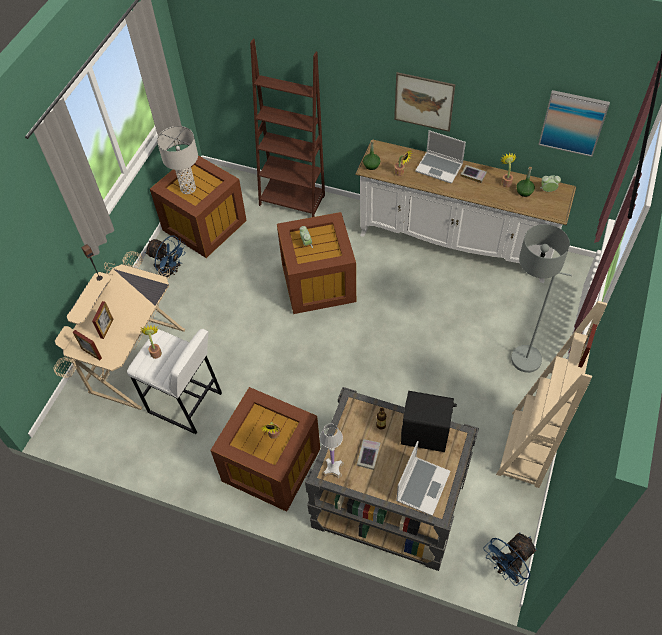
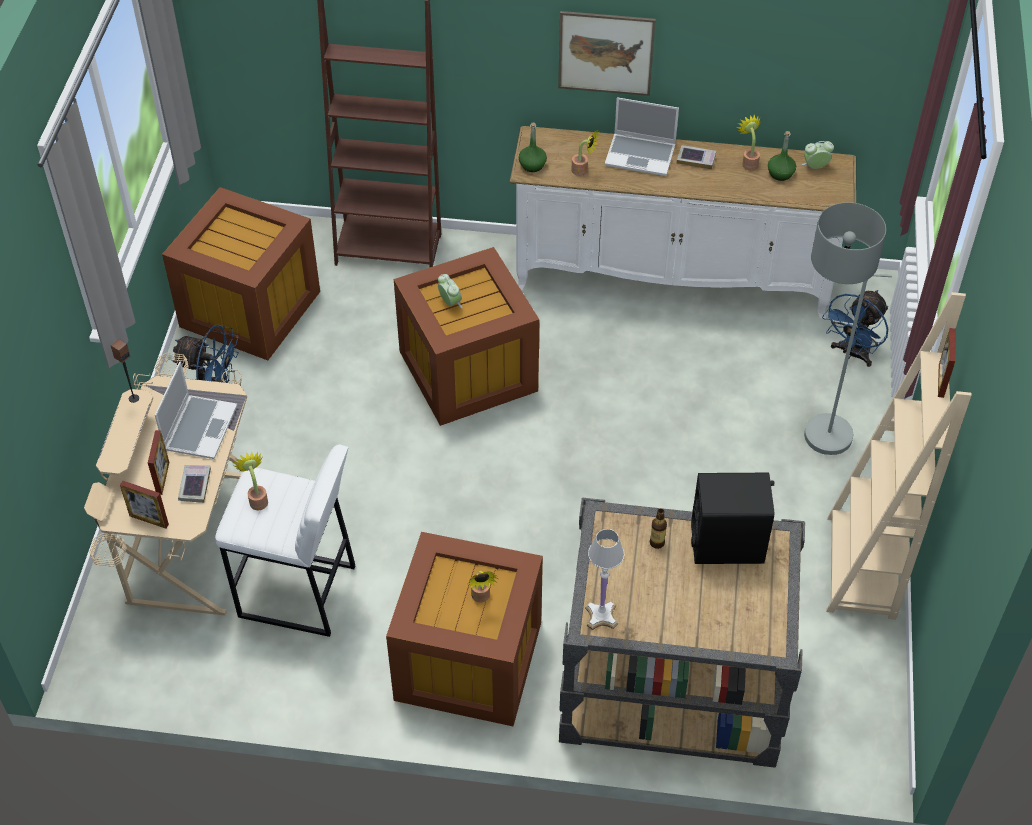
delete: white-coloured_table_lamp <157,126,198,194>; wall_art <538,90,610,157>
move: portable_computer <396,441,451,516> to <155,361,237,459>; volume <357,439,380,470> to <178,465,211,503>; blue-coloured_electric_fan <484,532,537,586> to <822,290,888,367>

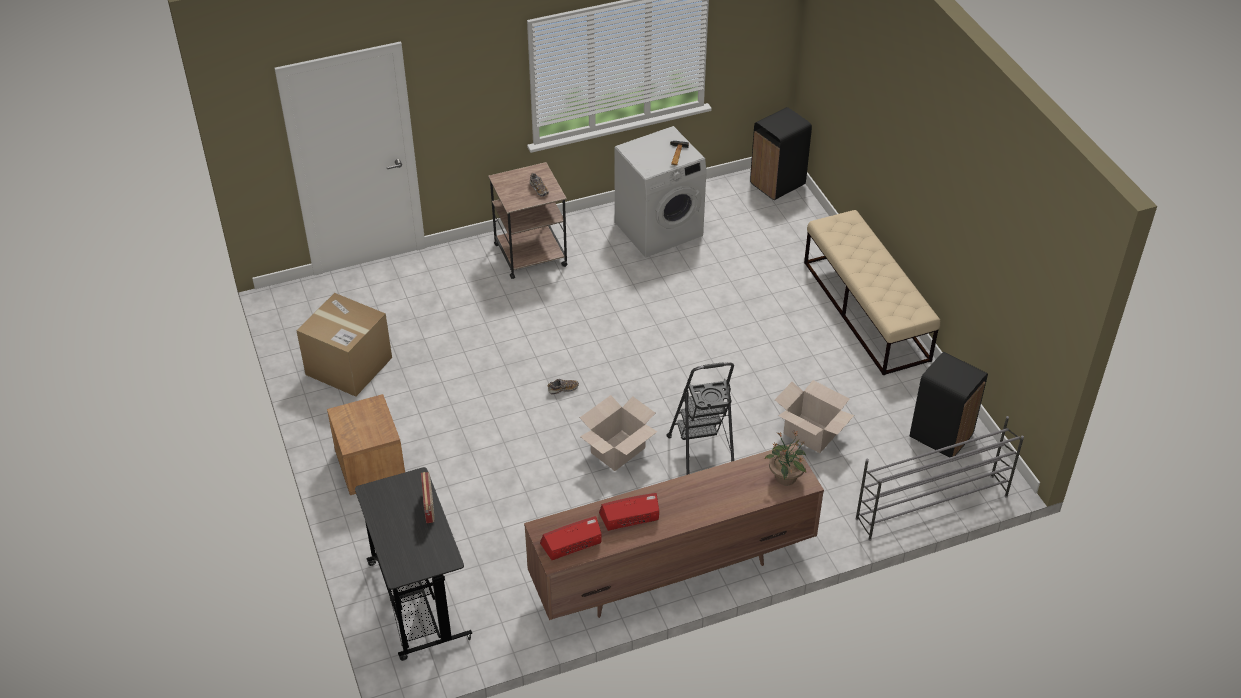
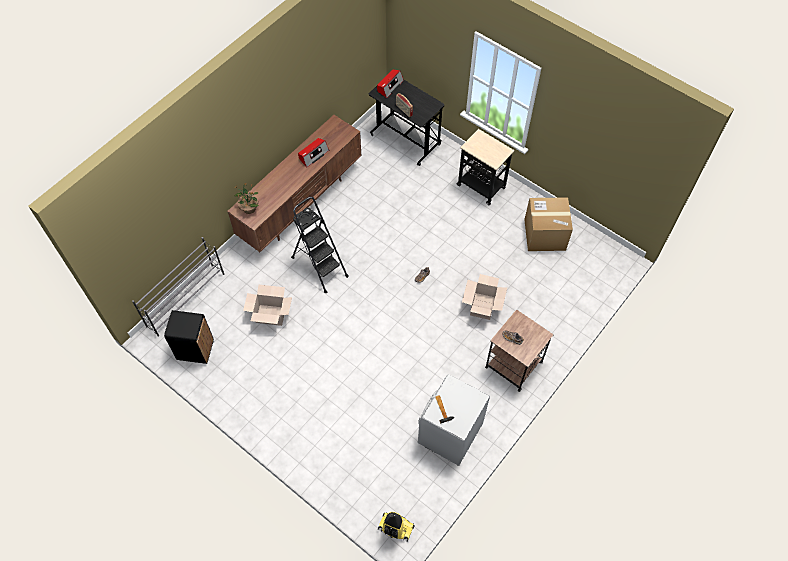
delete: beige-coloured_bench <804,210,941,375>
move: radio <540,516,602,560> to <377,69,404,98>; cardboard_box <580,395,658,471> to <462,274,507,320>
replace: black_trash_can <750,107,812,200> to vacuum_cleaner <378,512,415,542>; brown-coloured_nightstand <327,394,405,495> to cart <457,129,515,205>

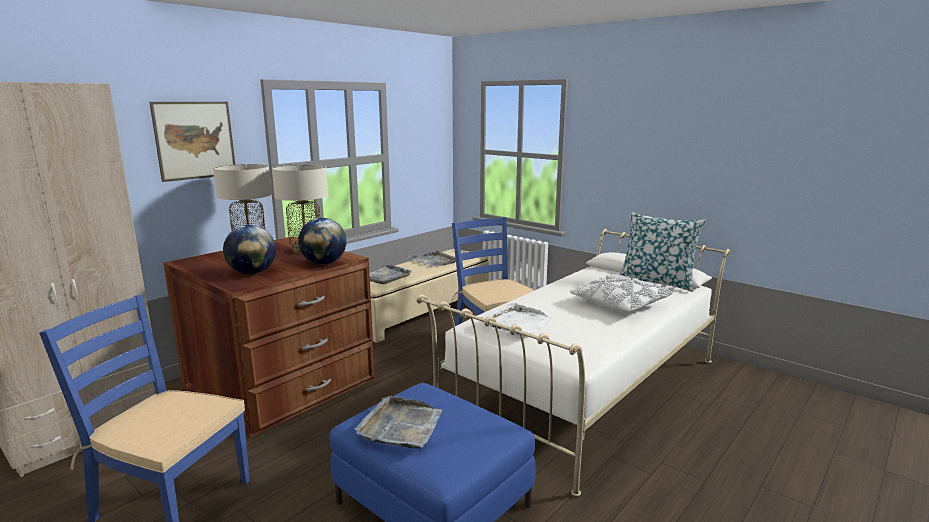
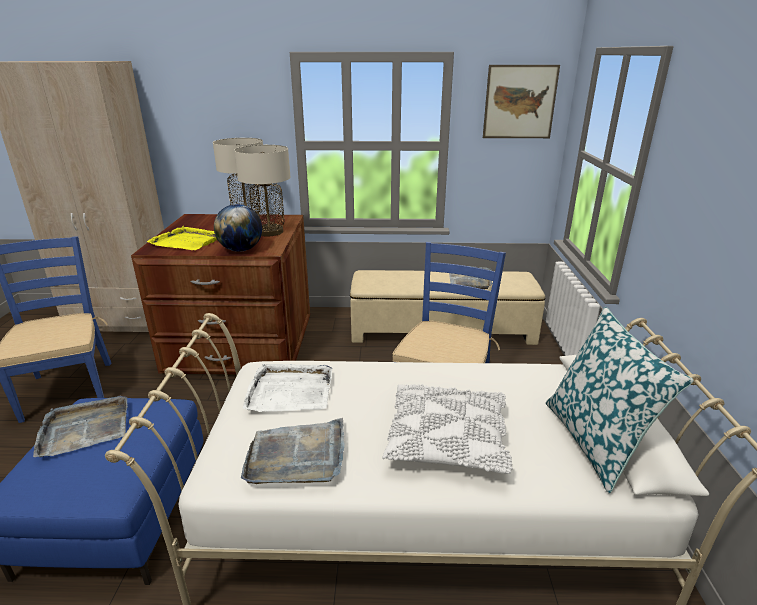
move: gray_serving_tray <369,264,412,284> to <241,418,345,484>; wall_art <149,102,235,182> to <483,65,560,138>
replace: globe <223,225,276,274> to yellow_serving_tray <147,226,217,250>

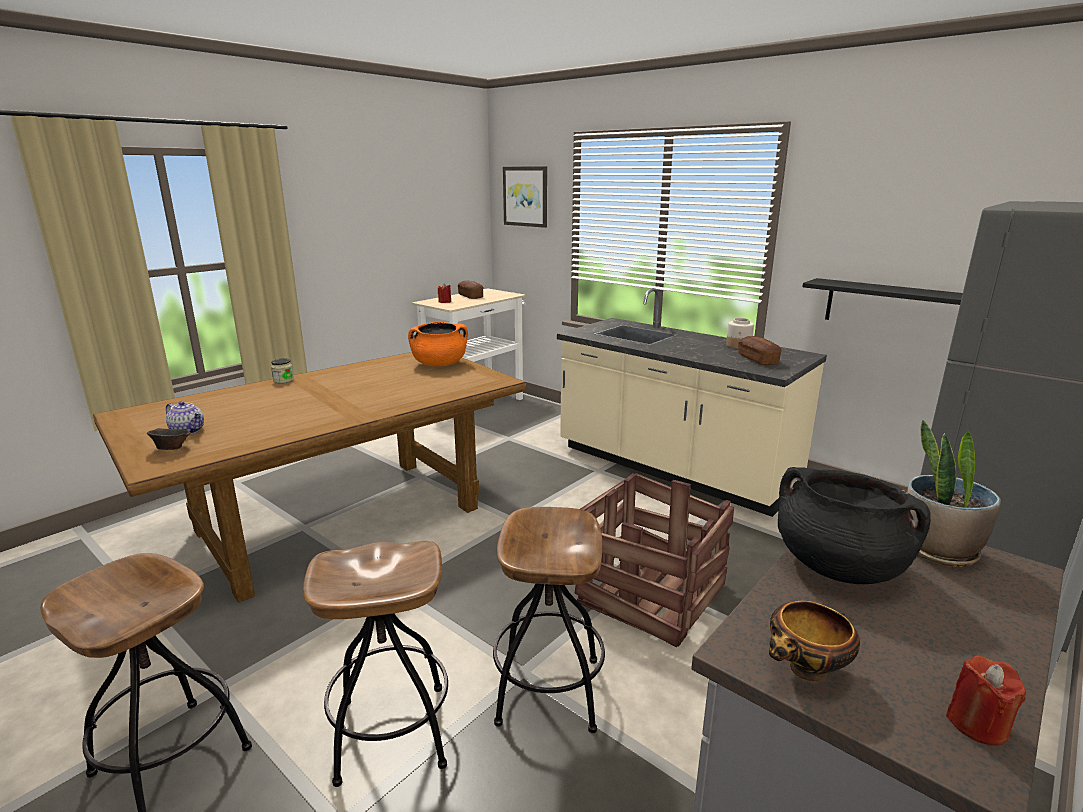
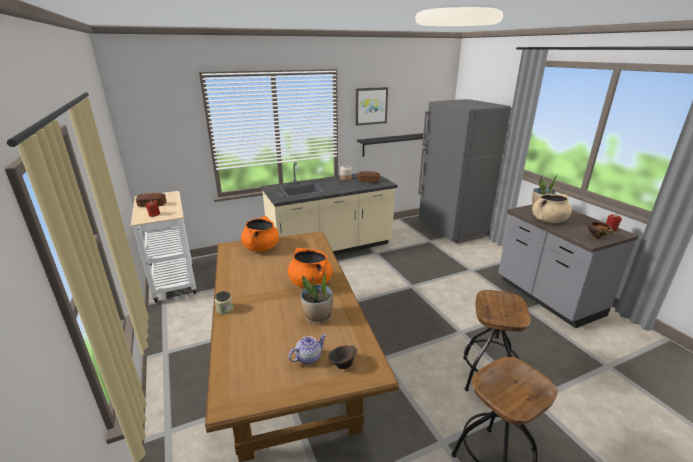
delete: brown-coloured_sitting_stool <493,507,605,733>; crate <575,473,734,648>
insert: orange_stockpot <288,248,332,288>; potted_plant <300,271,333,324>
move: wall_art <503,166,547,228> to <355,87,388,126>
recolor: black_stockpot <778,467,931,584> to beige-coloured_stockpot <532,194,572,223>

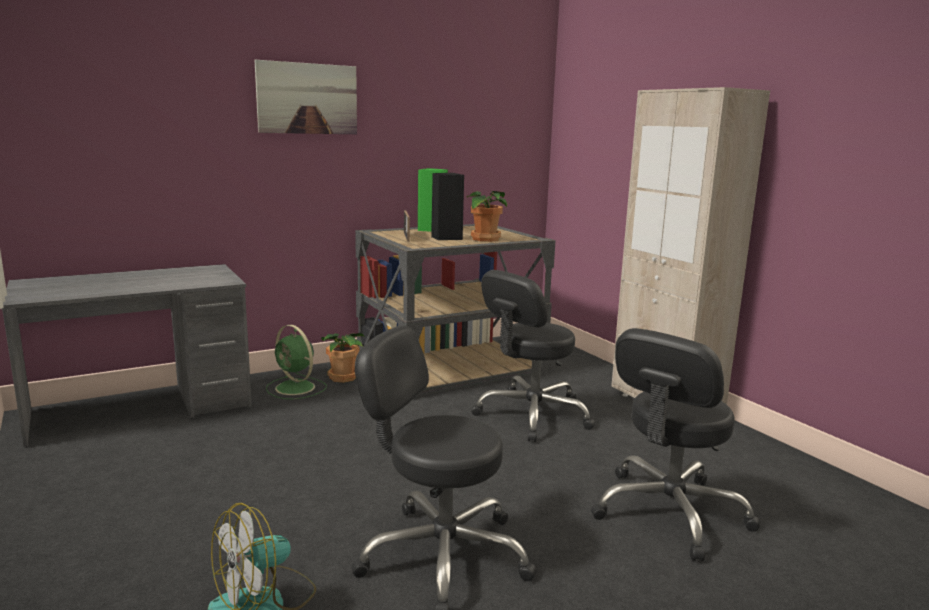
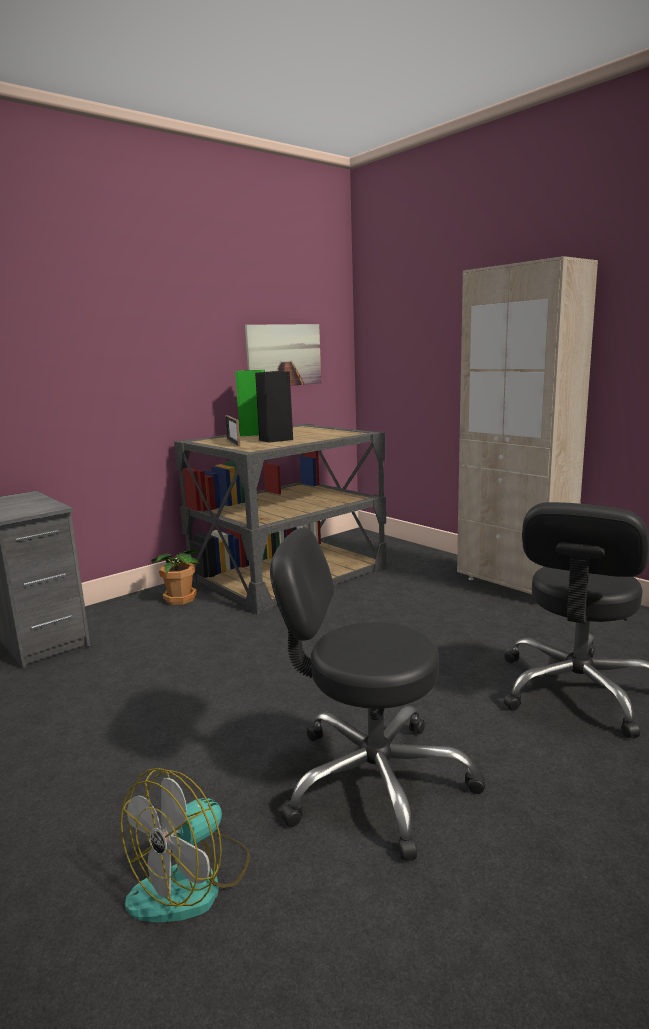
delete: green_electric_fan <266,325,327,400>; potted_plant <467,191,507,242>; black_desk_chair <471,270,595,442>
move: wall_art <255,60,357,134> to <245,324,321,386>

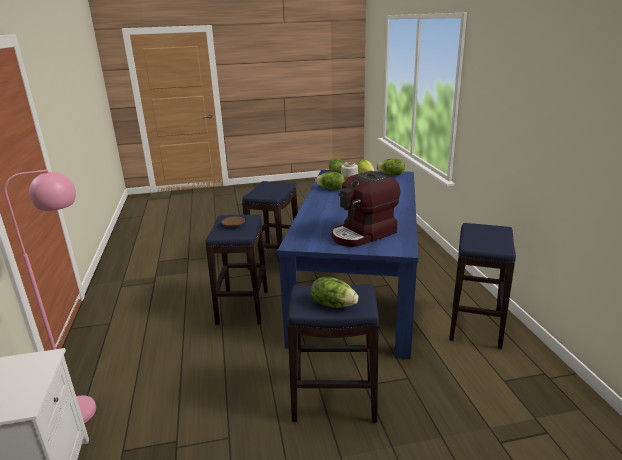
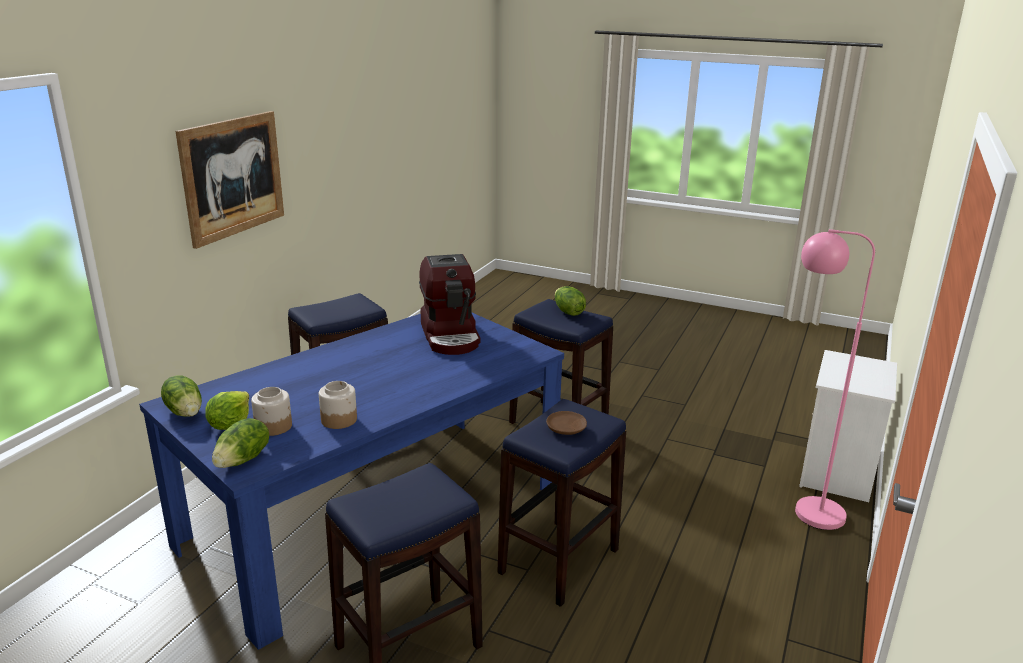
insert: wall_art <175,111,284,249>
replace: head_of_lettuce <315,172,345,190> to jar <319,381,357,429>
rotate: coffee_brewer <332,171,400,247> = <419,254,480,355> 75 degrees clockwise

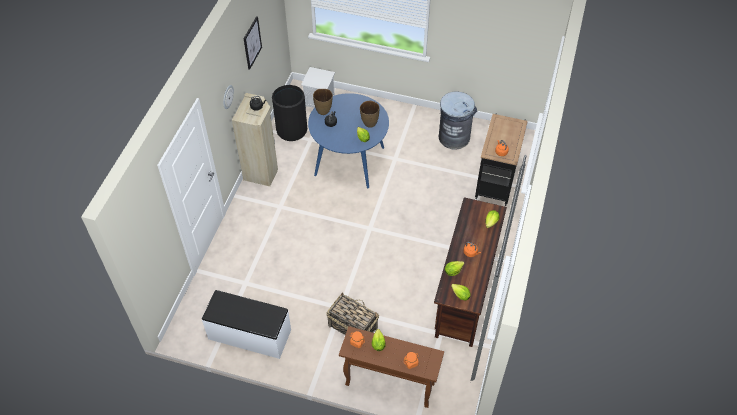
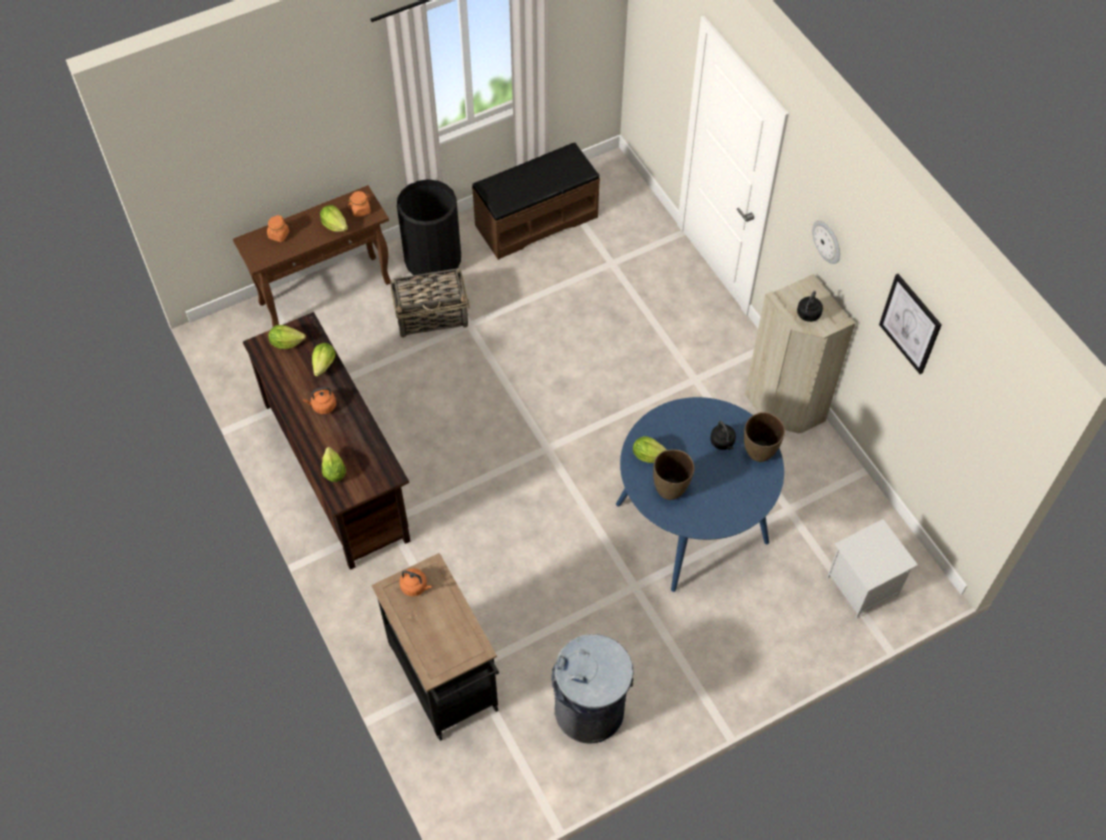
move: black_trash_can <272,85,307,141> to <397,179,461,275>
recolor: white-coloured_bench <202,290,291,359> to brown-coloured_bench <472,142,600,260>

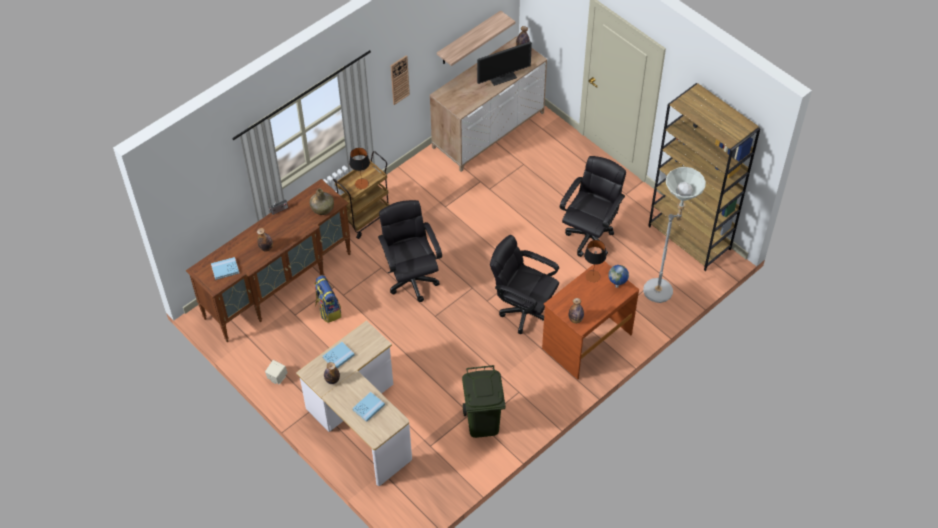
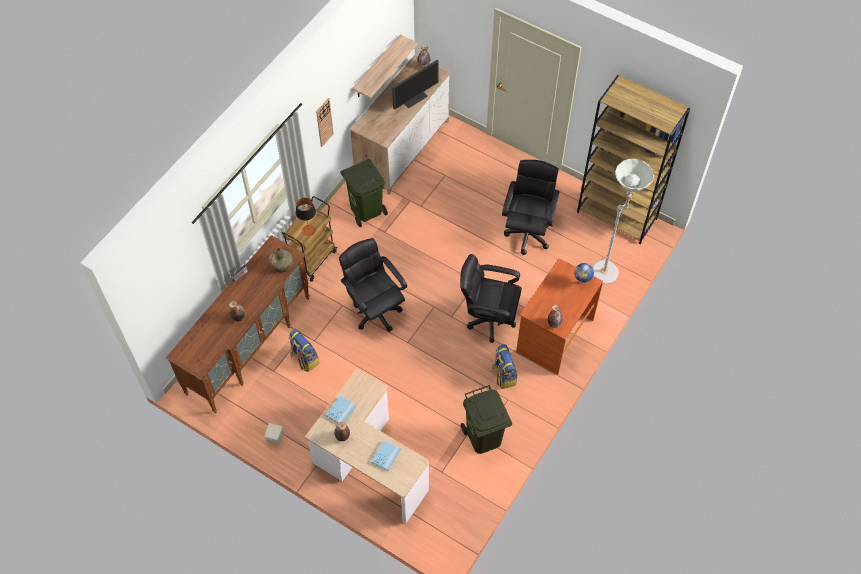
delete: blue-coloured_volume <211,257,239,280>; table_lamp <584,240,606,282>
insert: green_trash_can <340,159,388,227>; knapsack <492,344,517,389>

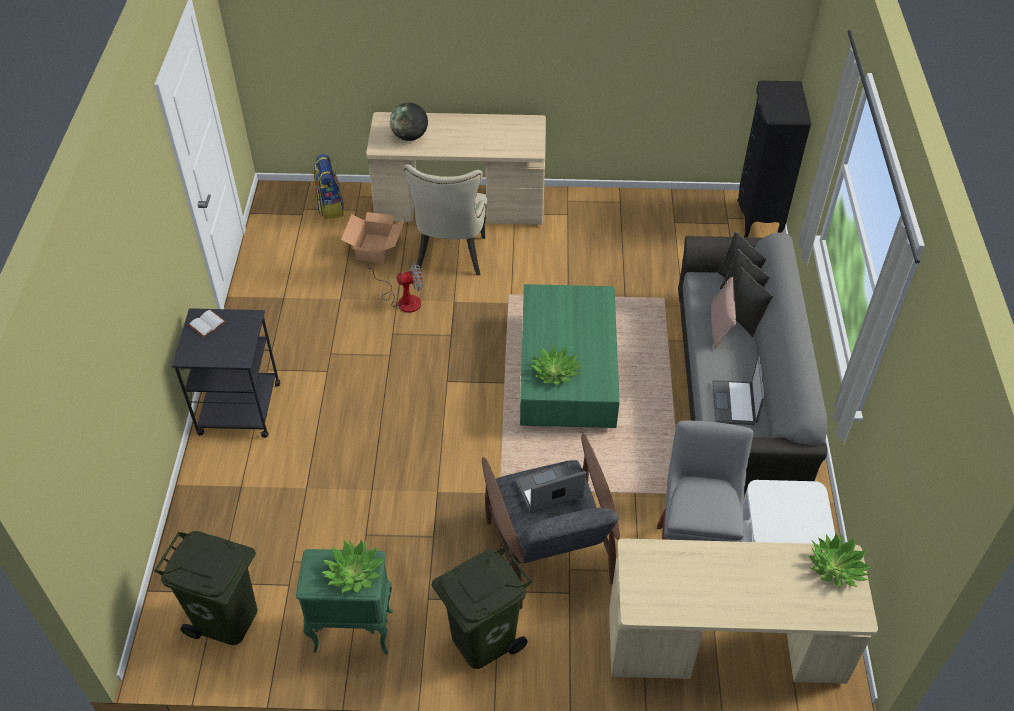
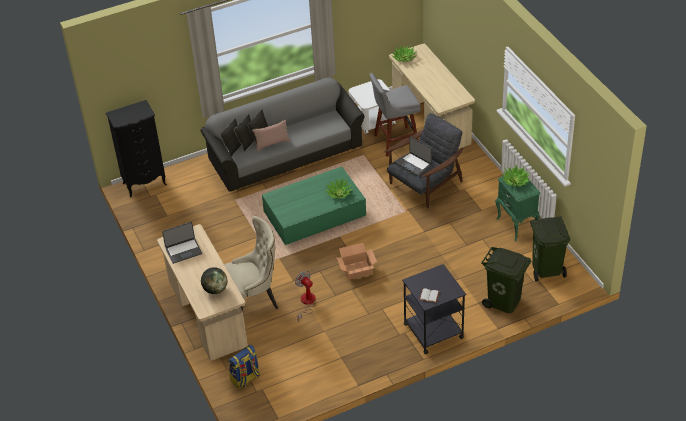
move: portable_computer <712,357,765,425> to <162,222,202,264>; cardboard_box <341,212,405,264> to <336,243,377,280>; green_trash_can <432,547,532,669> to <481,247,531,313>

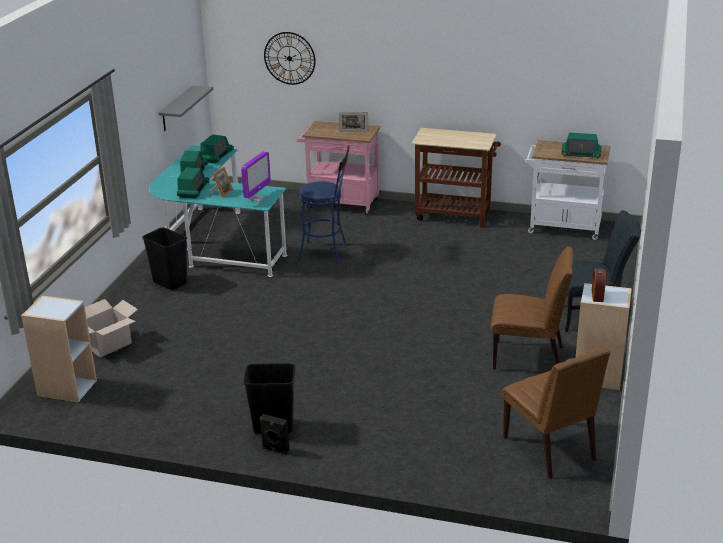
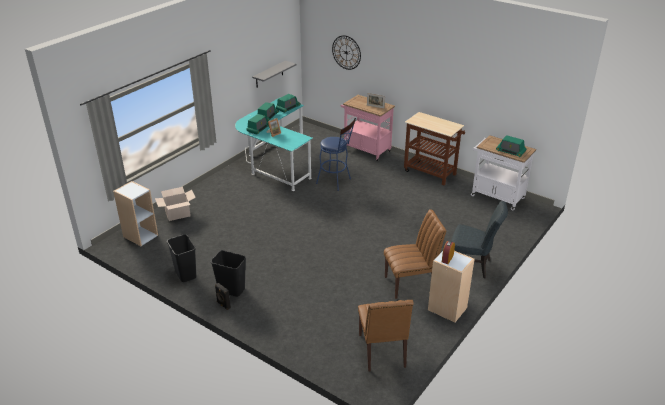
delete: computer_display <241,151,271,202>
move: black_trash_can <142,227,187,290> to <167,234,196,282>
rotate: brown-coloured_upright_chair <491,246,573,370> = <384,209,447,299> 45 degrees counterclockwise

